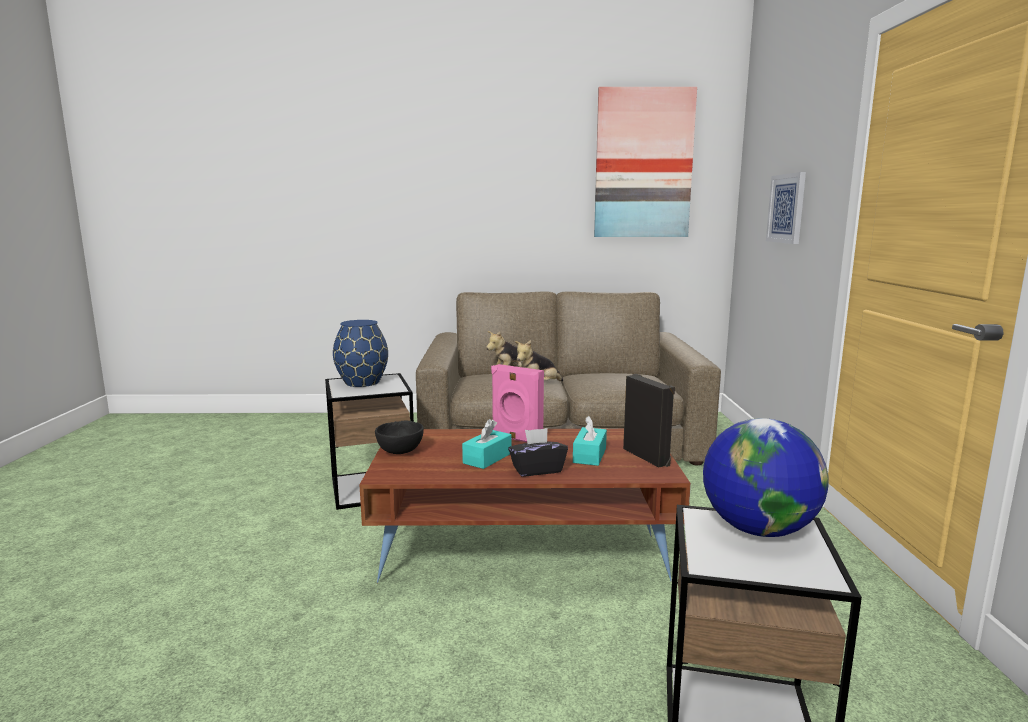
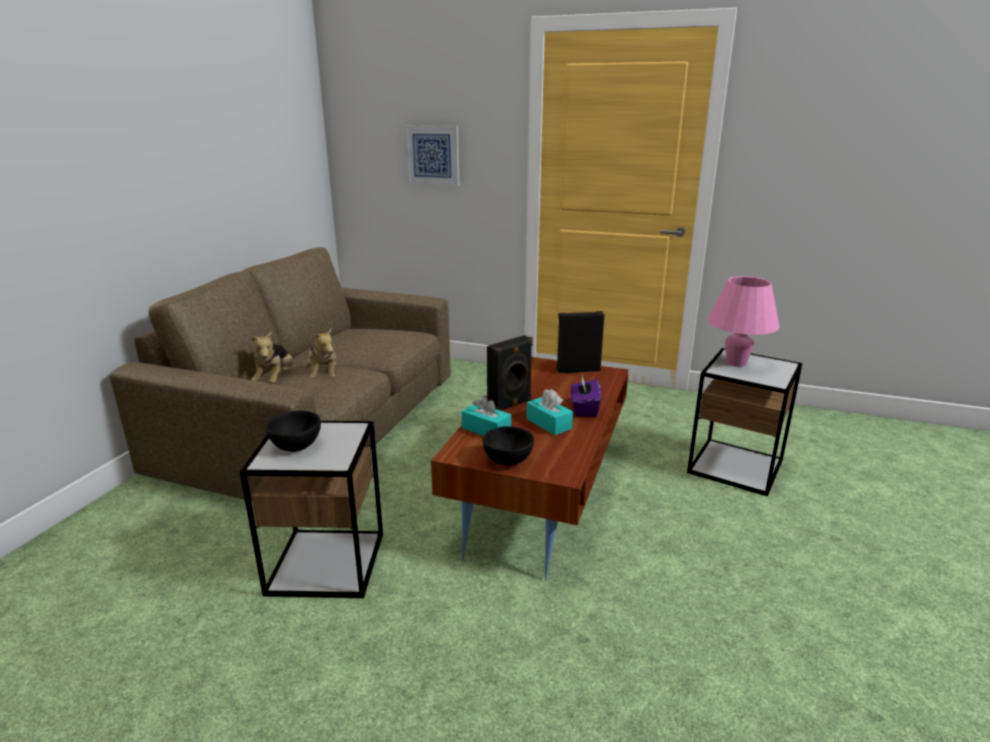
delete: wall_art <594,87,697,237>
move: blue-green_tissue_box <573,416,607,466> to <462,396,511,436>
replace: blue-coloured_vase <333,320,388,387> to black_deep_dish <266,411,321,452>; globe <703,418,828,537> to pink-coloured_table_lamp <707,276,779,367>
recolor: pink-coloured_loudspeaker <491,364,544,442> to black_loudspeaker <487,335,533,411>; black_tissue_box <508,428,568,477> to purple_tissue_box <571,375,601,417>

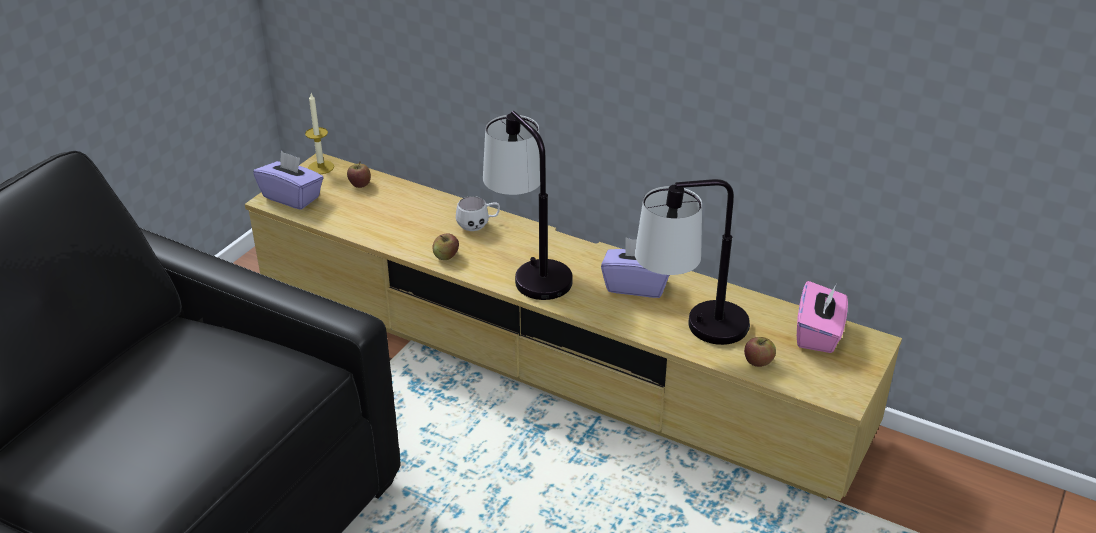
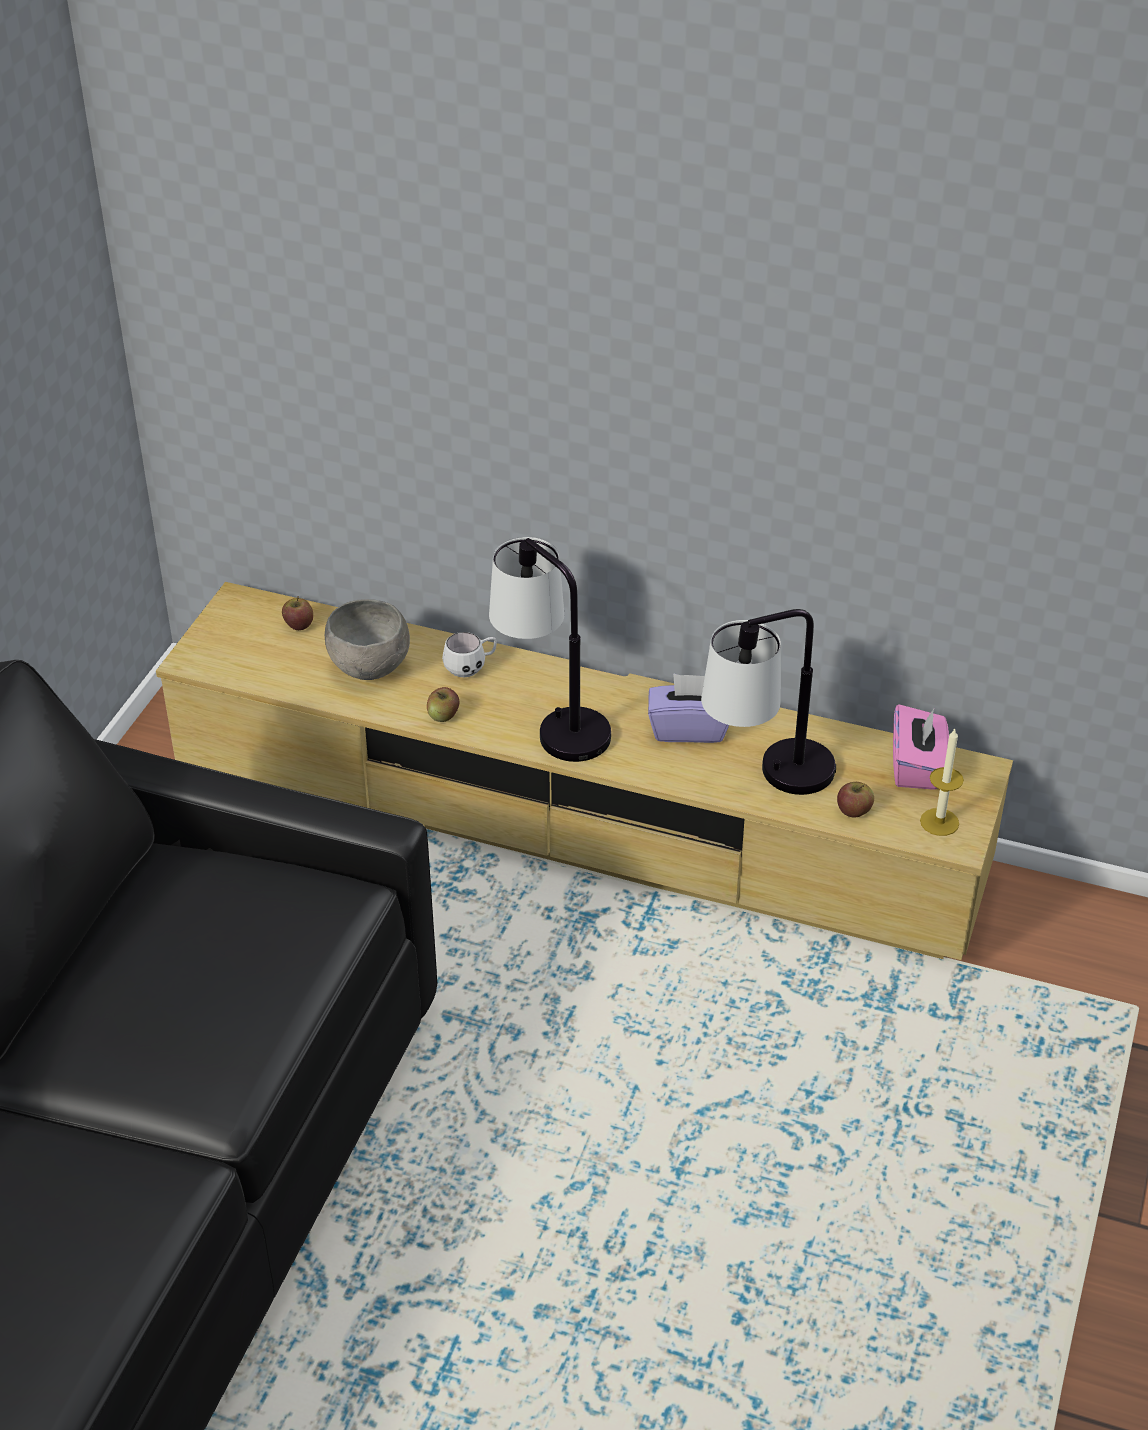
delete: purple_tissue_box <253,151,324,210>
insert: gray_deep_dish <325,599,410,680>
move: wax_candle <305,93,334,174> to <920,729,964,836>

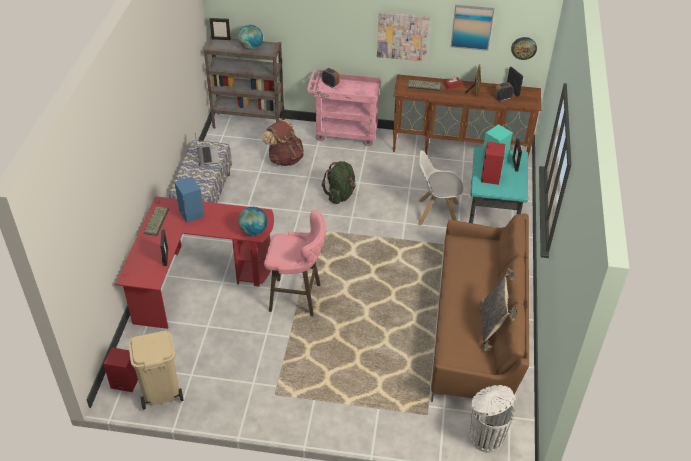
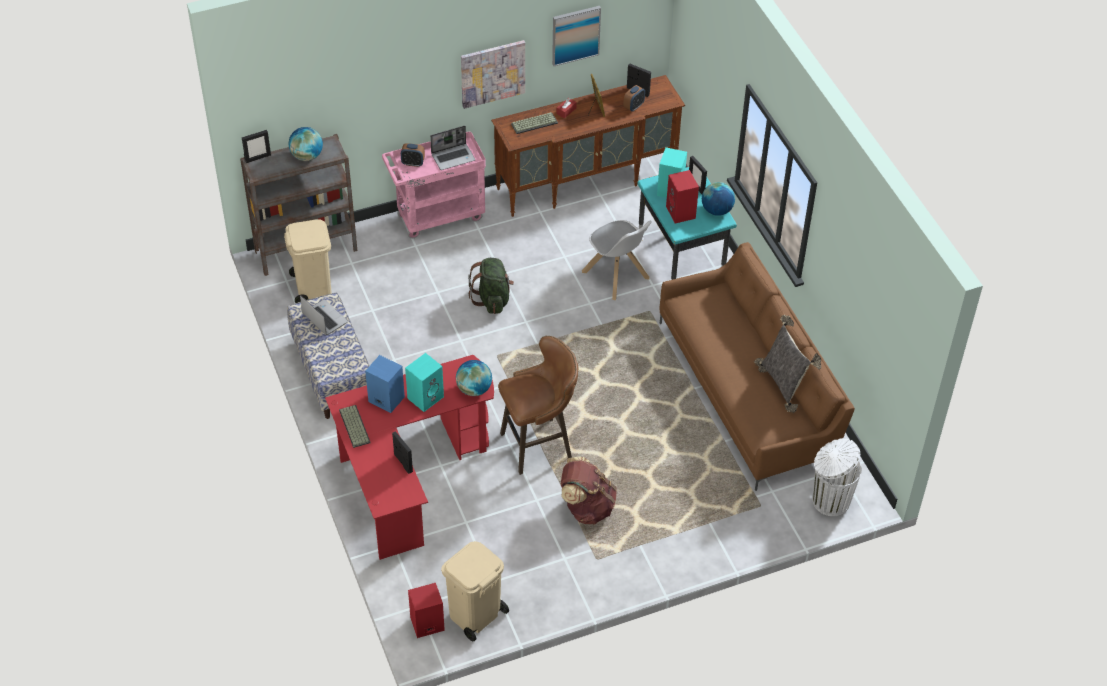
delete: wall_clock <511,37,537,60>
insert: beige-coloured_trash_can <284,219,332,303>; blue-green_loudspeaker <405,353,444,412>; portable_computer <430,125,475,170>; globe <702,182,735,216>
move: brown-coloured_knapsack <262,120,304,166> to <561,456,617,524>
recolor: pink-coloured_sitting_stool <264,210,326,316> to brown-coloured_sitting_stool <498,336,578,475>
rotate: upright_chair <418,150,464,226> = <582,220,652,300> 105 degrees counterclockwise

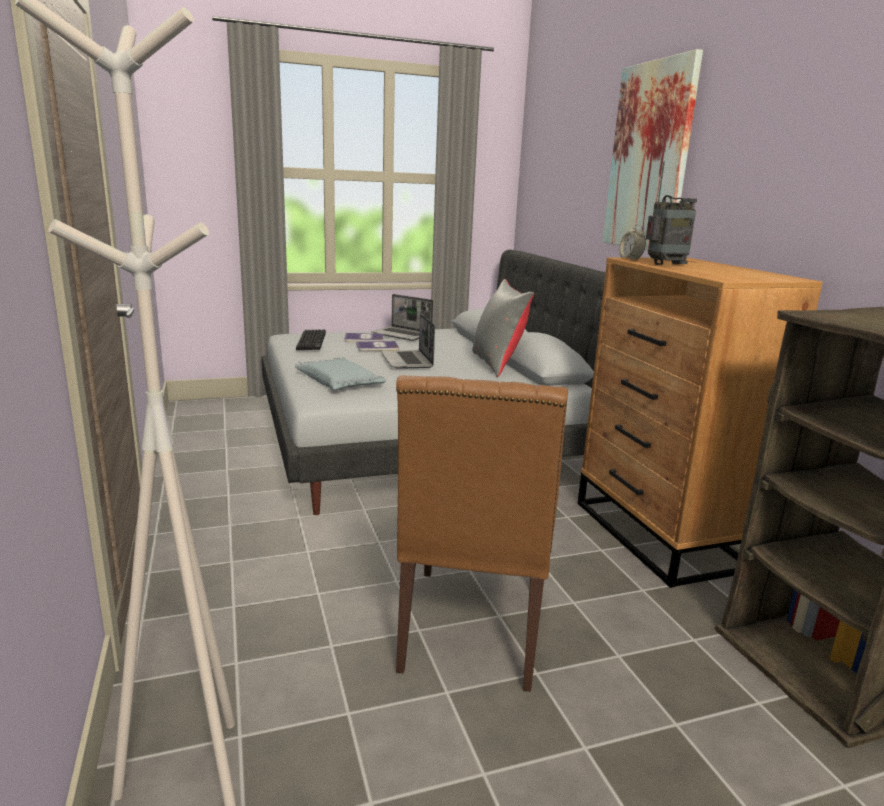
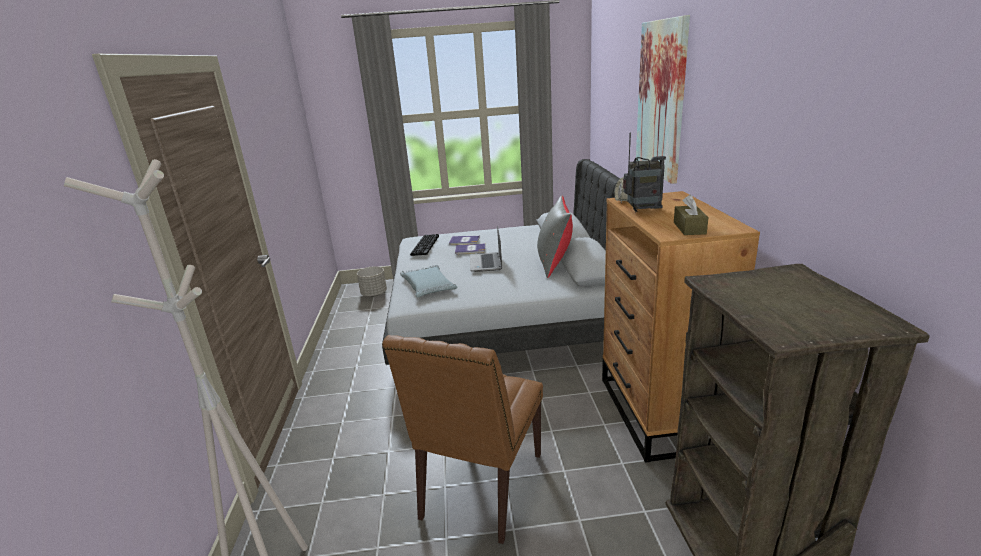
delete: portable_computer <371,294,433,341>
insert: gray_plant_pot <357,266,387,297>; brown-coloured_tissue_box <674,195,709,235>

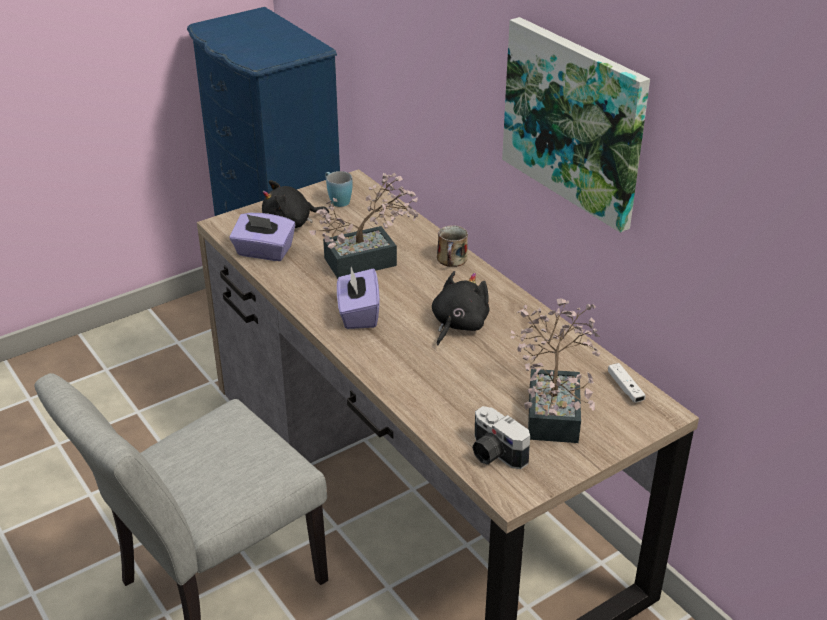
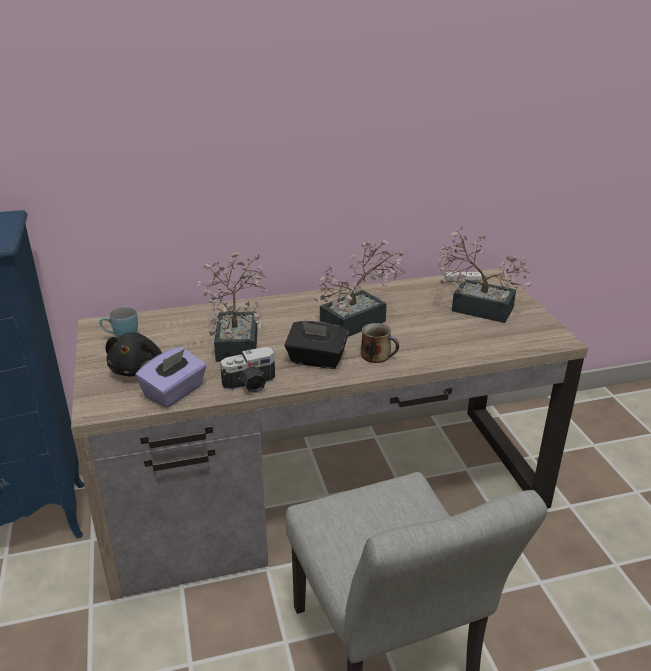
delete: wall_art <502,17,650,233>
move: still_camera <472,406,530,469> to <220,347,275,393>; mug <437,225,468,267> to <361,323,399,363>
replace: black_soft_toy <432,271,490,346> to potted_plant <315,240,405,337>
recolor: purple_tissue_box <337,267,380,329> to black_tissue_box <284,321,349,369>

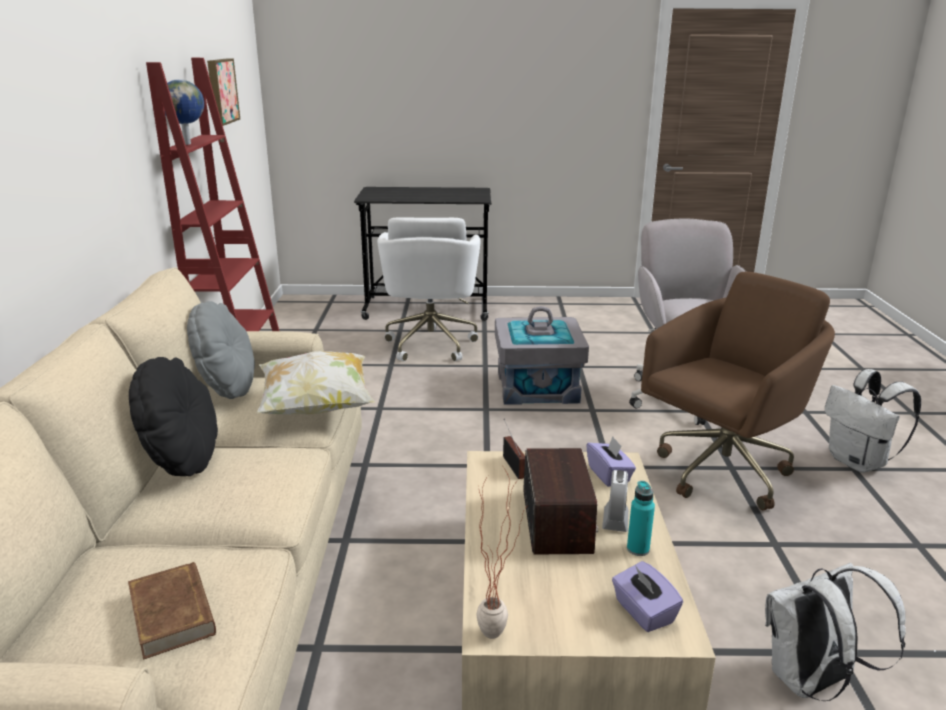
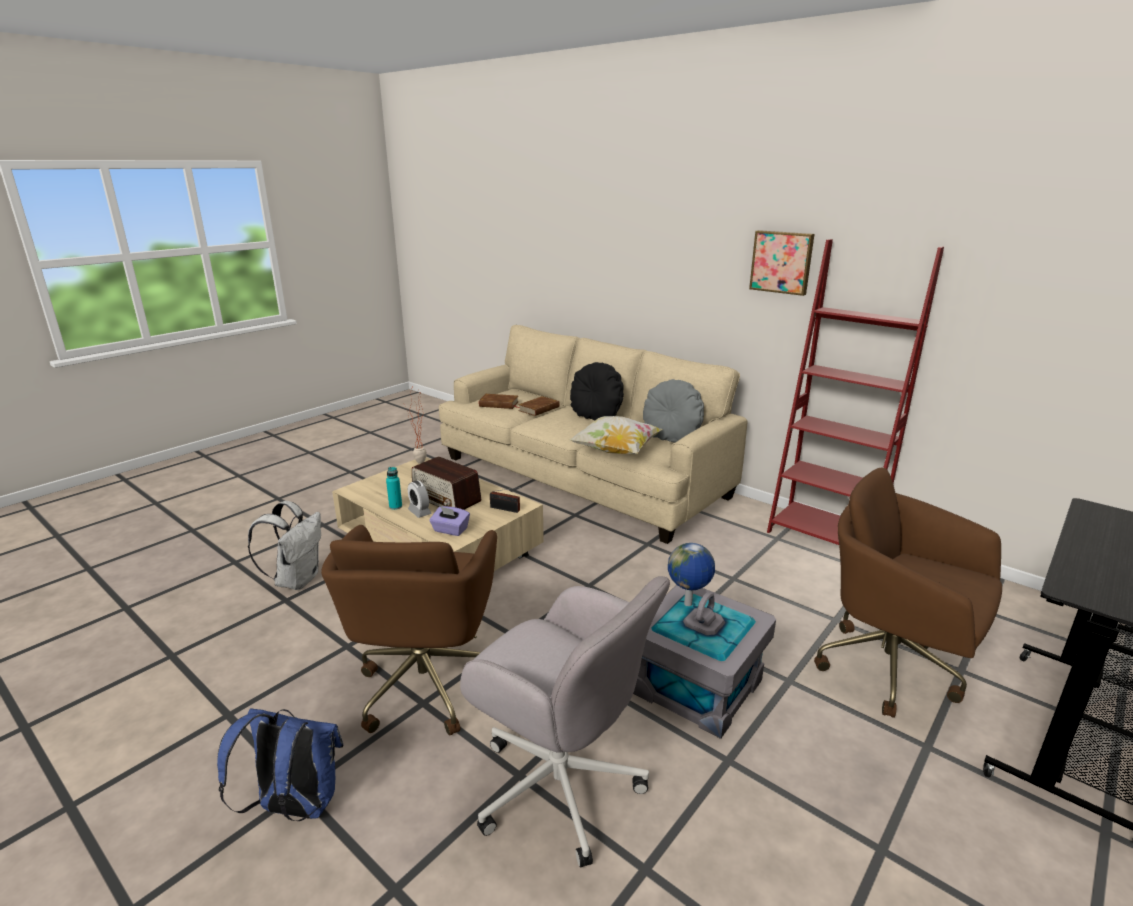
delete: purple_tissue_box <612,561,683,632>
insert: brown-coloured_volume <518,396,559,416>
move: globe <165,79,204,145> to <668,543,715,606>; wall_art <207,58,240,126> to <749,230,814,296>
recolor: white-coloured_knapsack <825,369,921,473> to blue-coloured_knapsack <217,708,343,821>; white-coloured_desk_chair <377,217,480,361> to brown-coloured_desk_chair <814,468,1002,718>

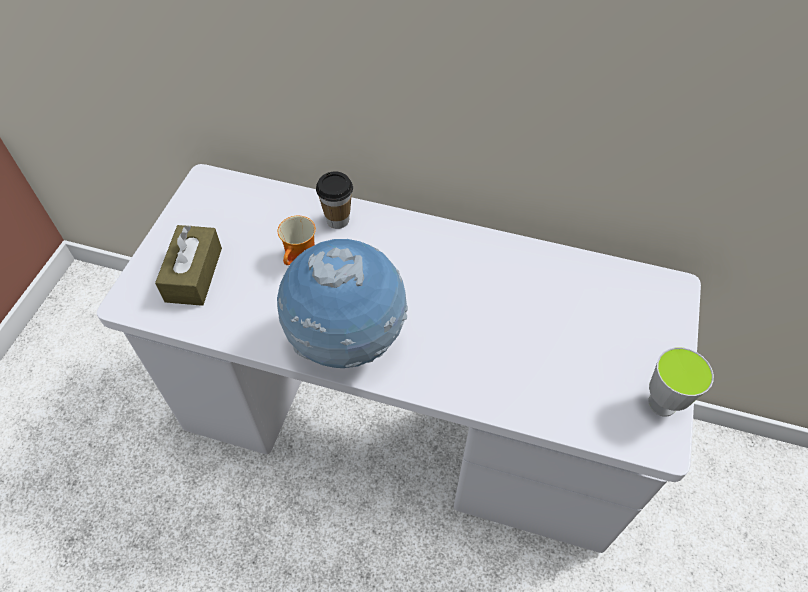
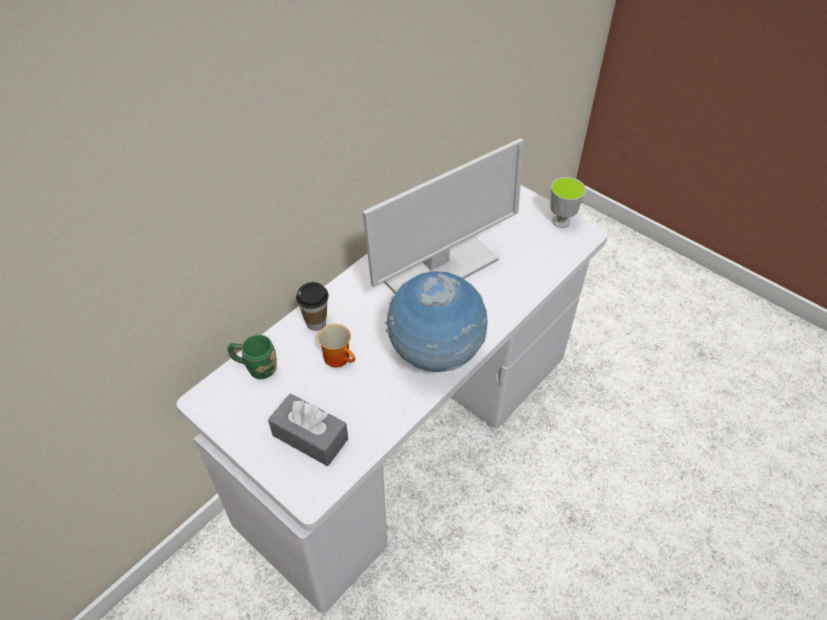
insert: green_mug <227,335,277,379>; computer_display <362,138,524,294>
recolor: brown-coloured_tissue_box <155,225,222,306> to gray_tissue_box <268,394,348,466>

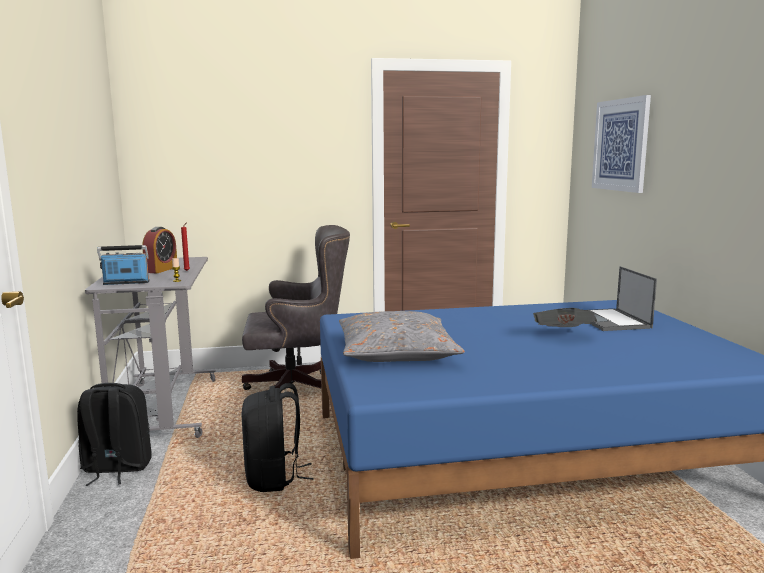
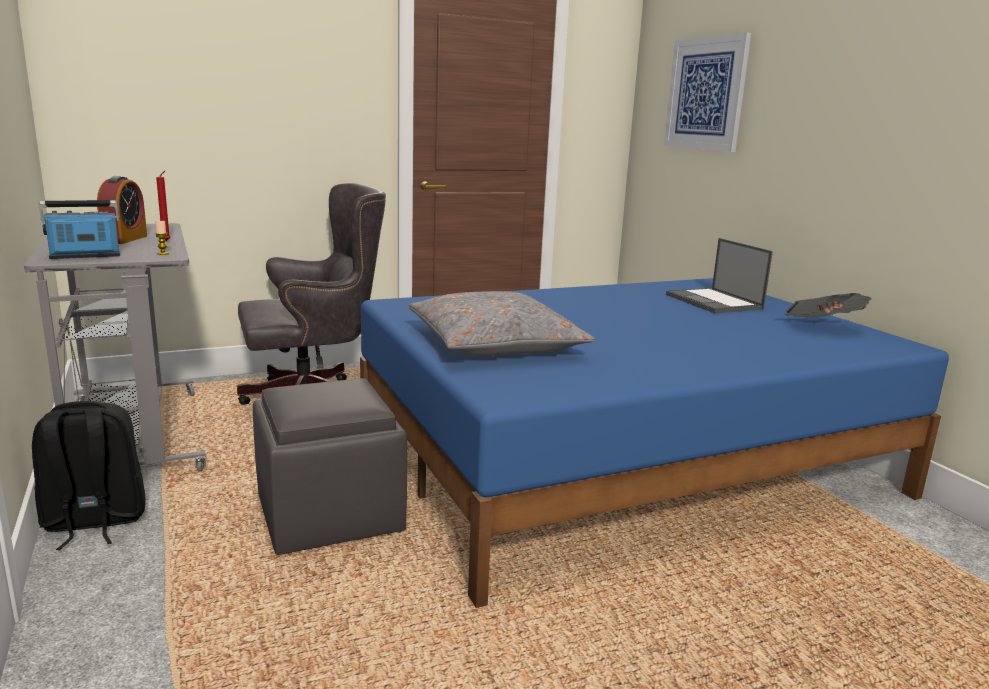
move: printed_paper <533,308,597,327> to <784,293,872,318>
replace: black_knapsack <242,383,314,492> to gray_footrest <253,378,407,555>

